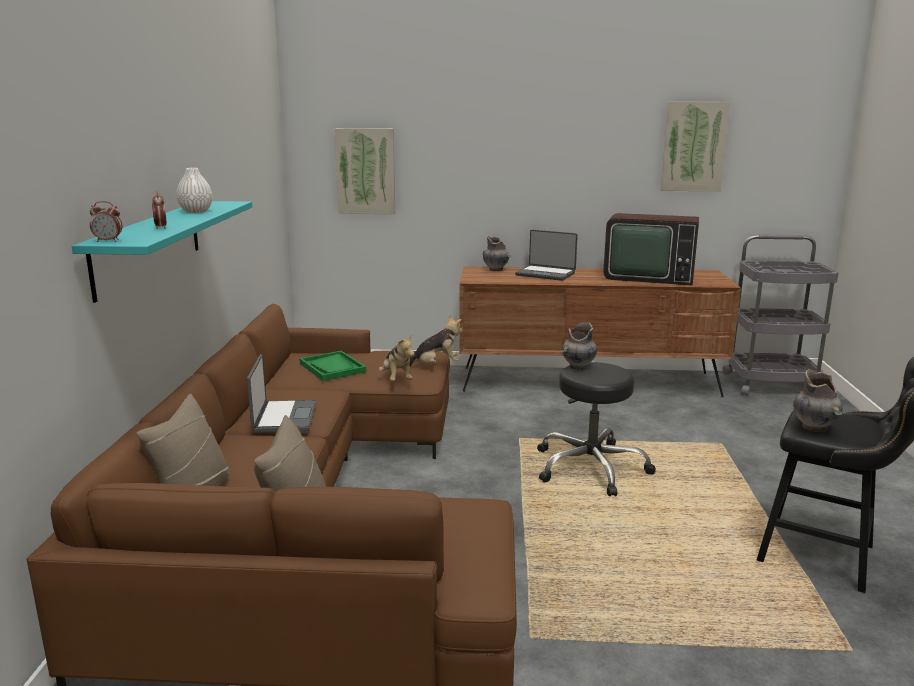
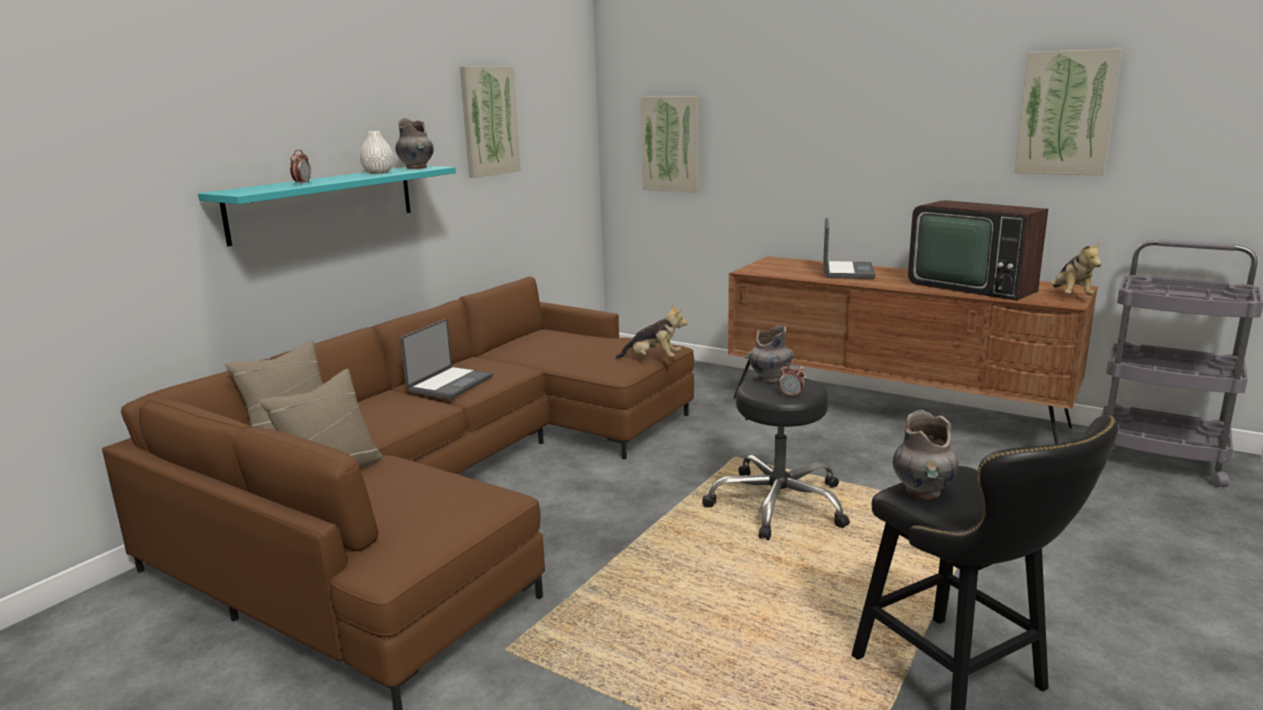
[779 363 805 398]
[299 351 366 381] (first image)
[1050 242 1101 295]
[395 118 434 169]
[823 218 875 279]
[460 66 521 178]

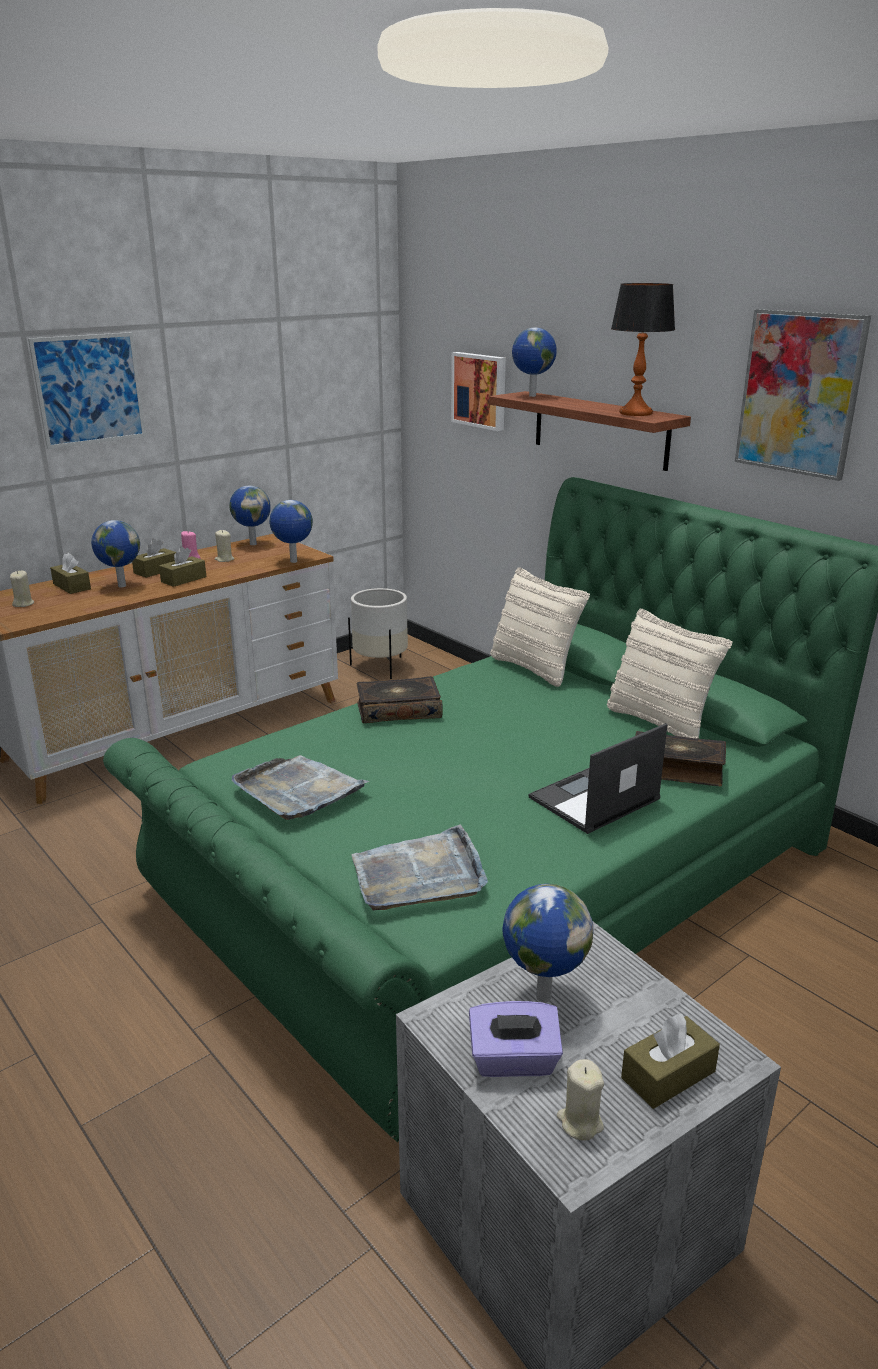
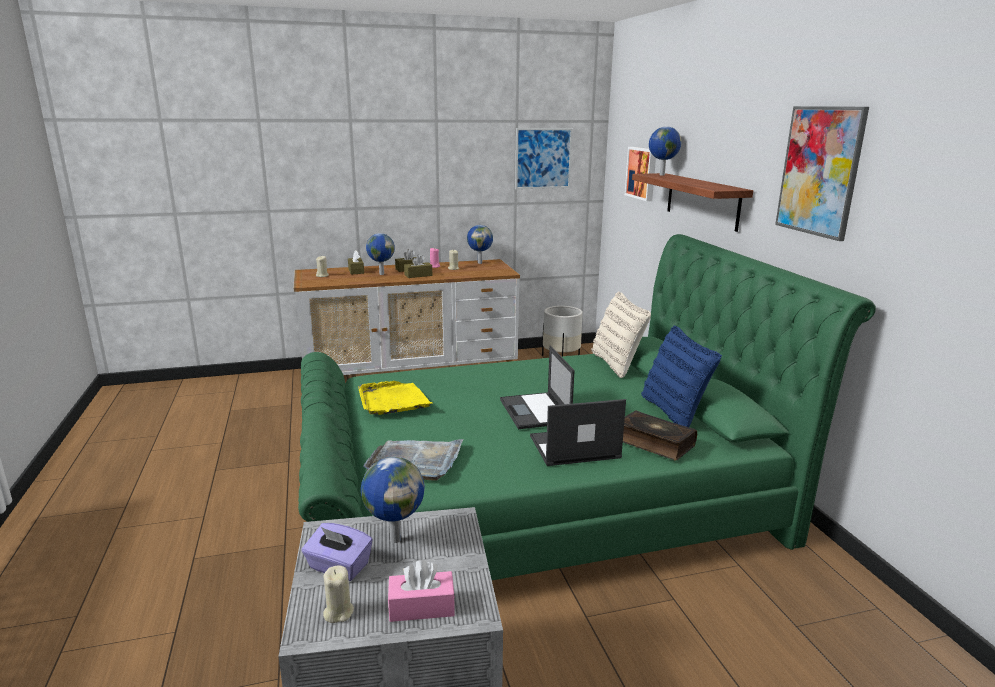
[515 128 573 189]
[358 381 433 415]
[269 500 313 563] (first image)
[357 676 443 723] (first image)
[641 326 722 427]
[611 283 675 416] (first image)
[388 560 455 622]
[500 346 575 429]

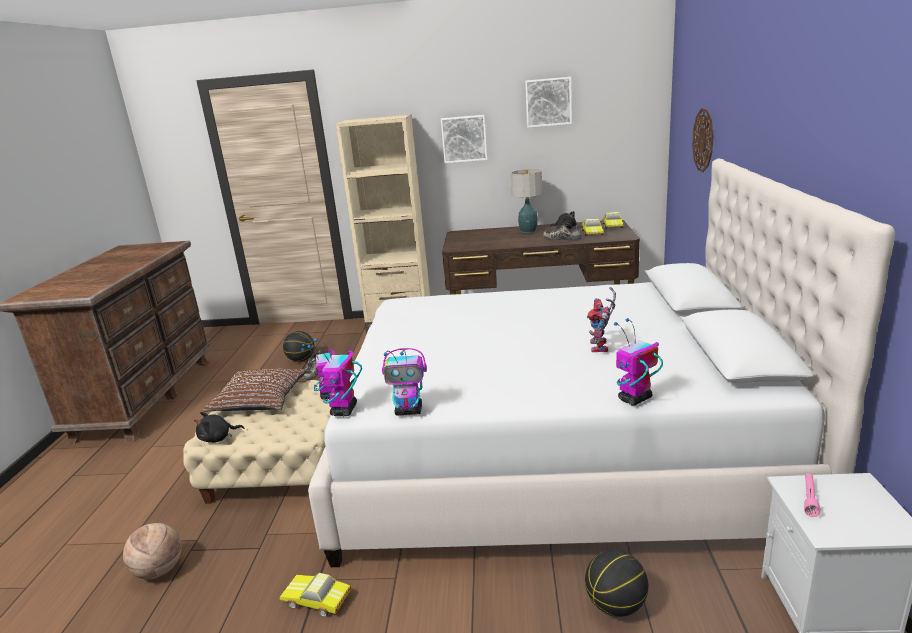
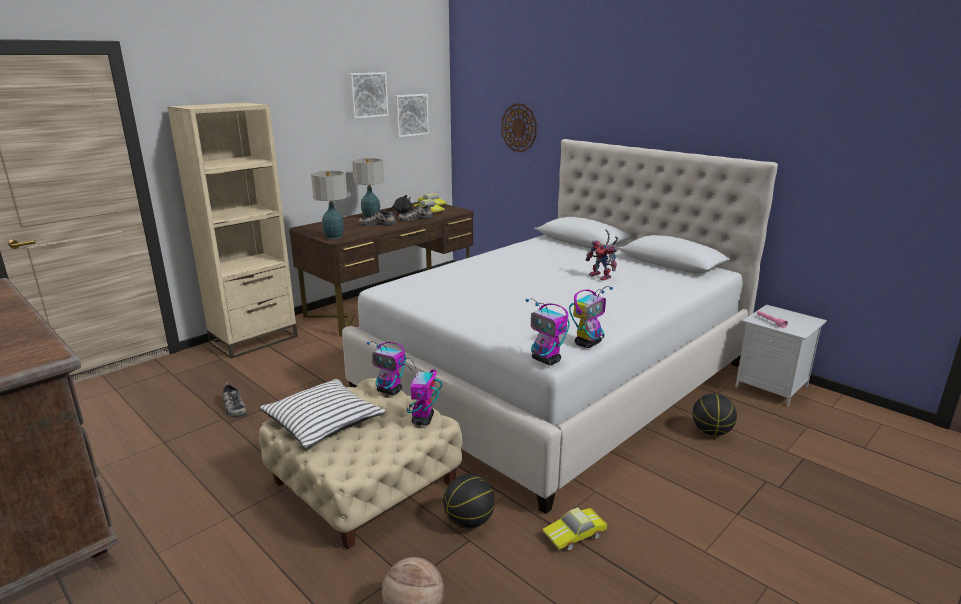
[194 412 244 443] (first image)
[260 379 387 448]
[443 474 495 528]
[394 94 429 137]
[399 357 442 425]
[311 170 347 239]
[359 210 397 226]

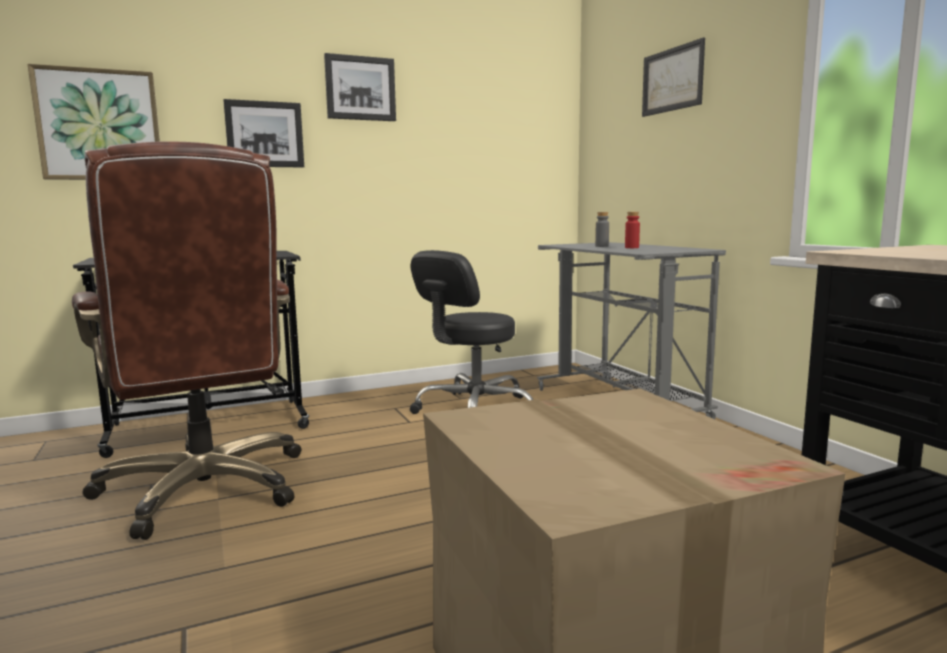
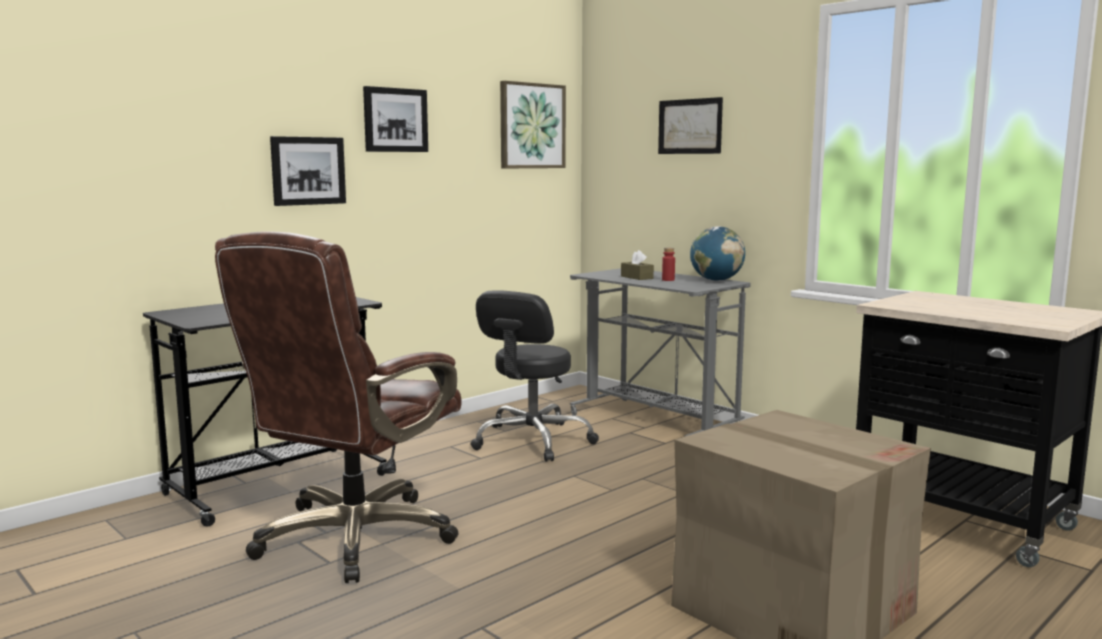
[500 81 566 168]
[215 231 462 583]
[621 250 654 280]
[690 226 745 281]

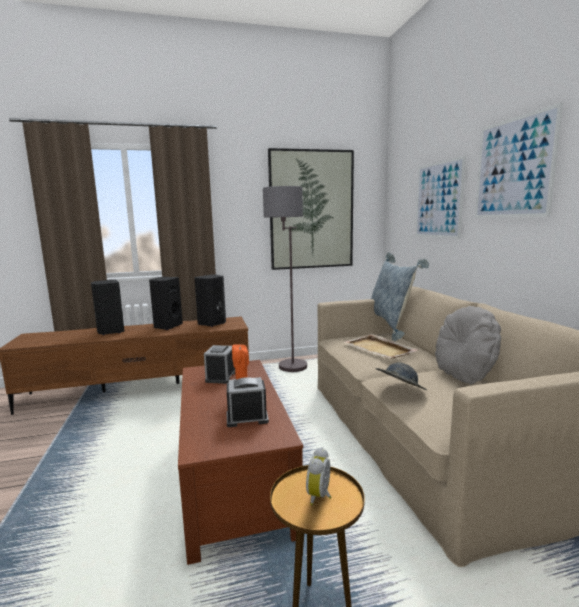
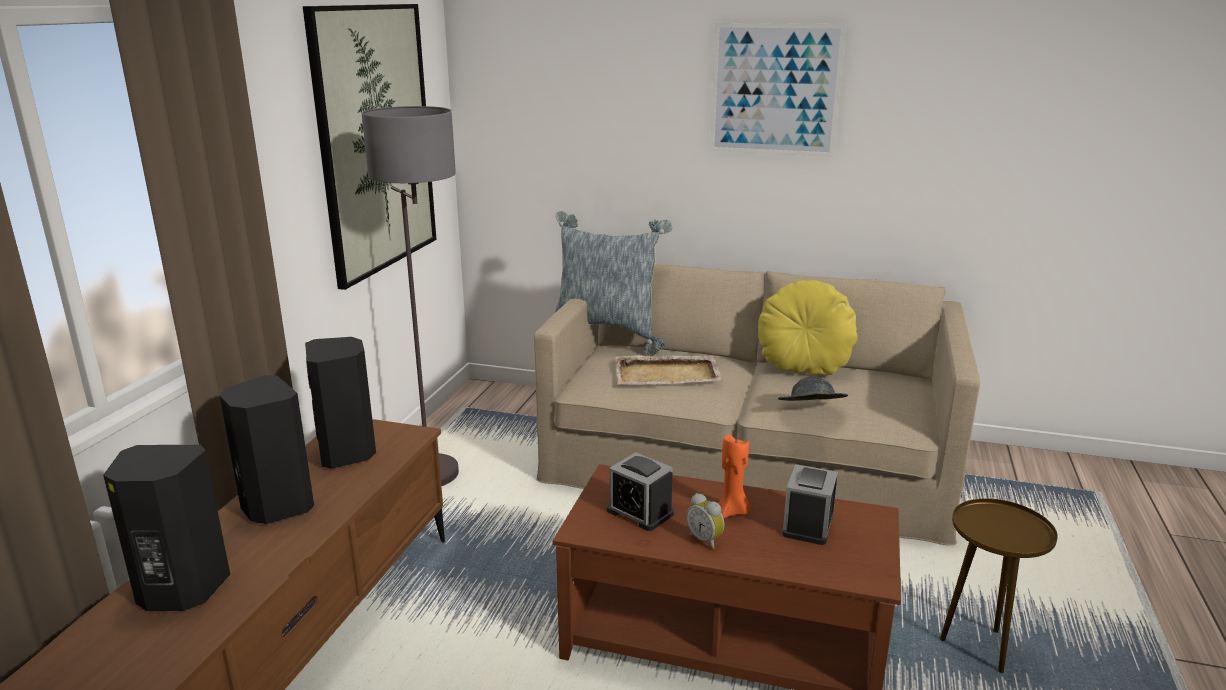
[686 493 725 549]
[415 156 466 239] (first image)
[758 280 858 375]

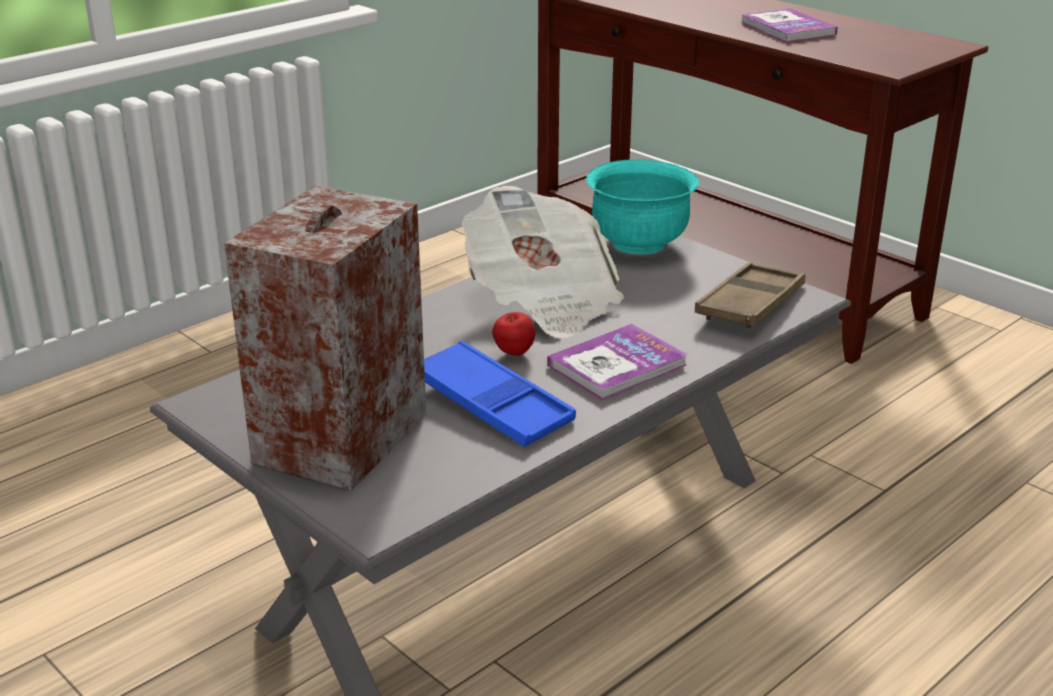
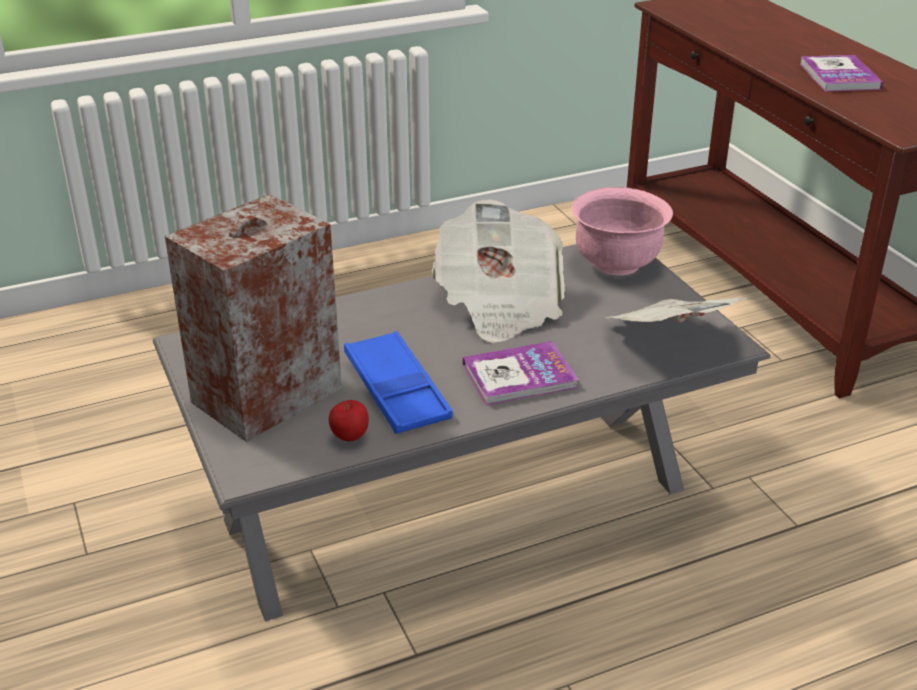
[329 400 369 442]
[571 187 673 275]
[604 298 752 323]

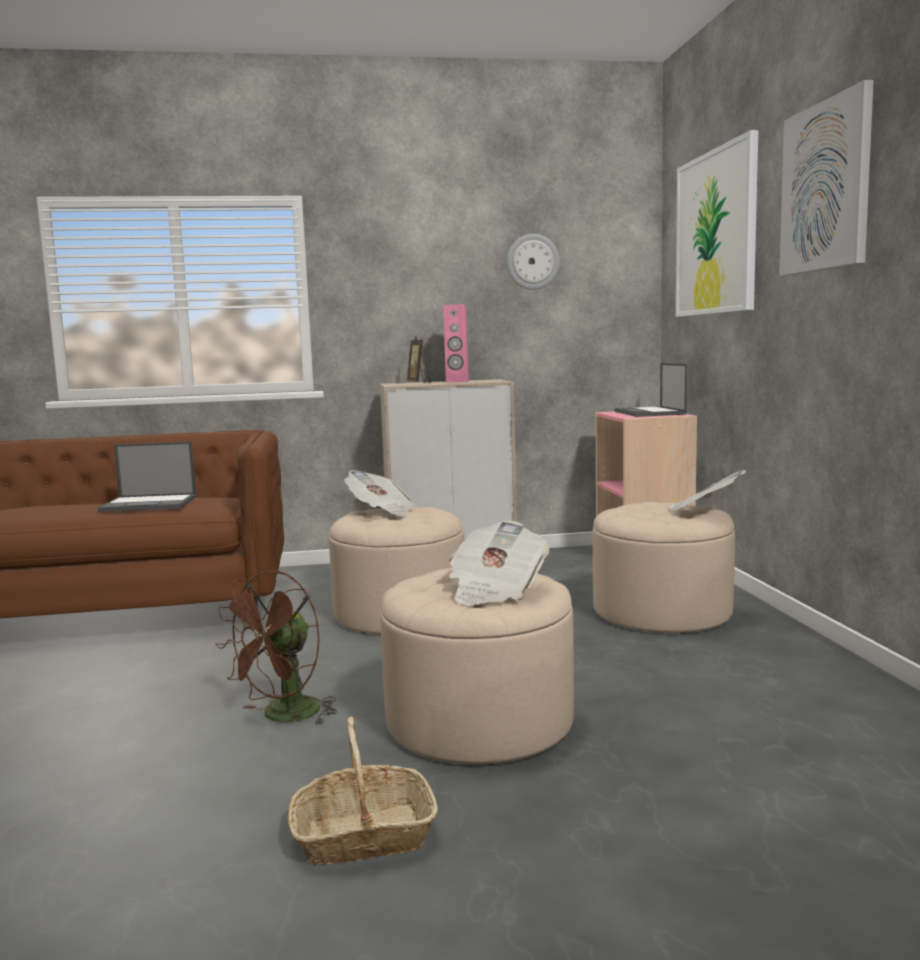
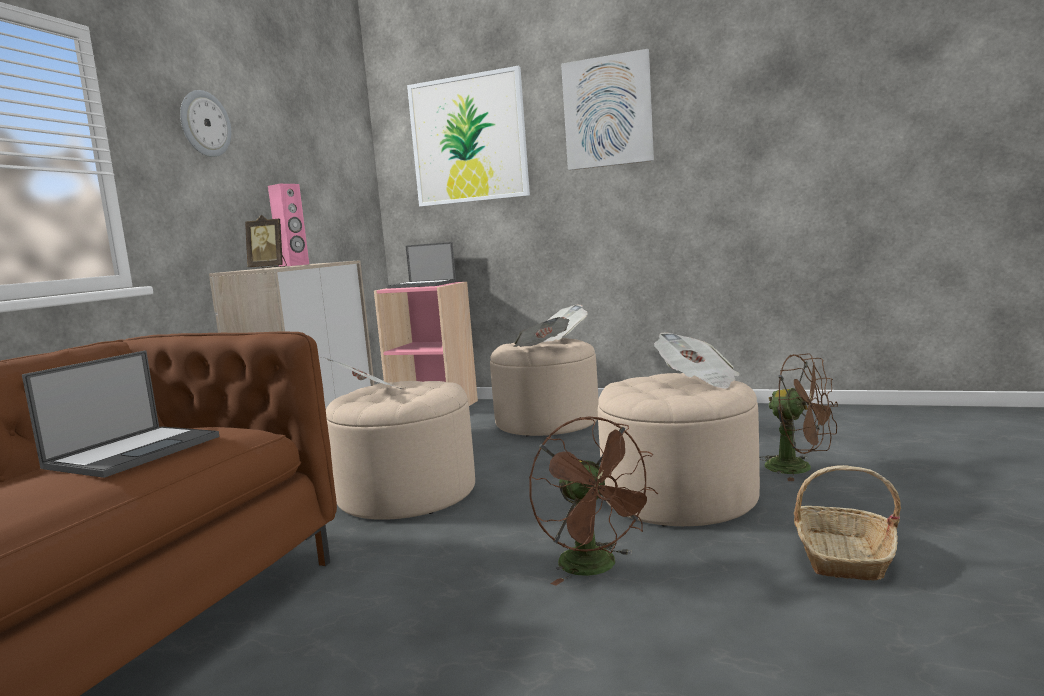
[180 90 231 157]
[513 317 570 347]
[759 354 838 481]

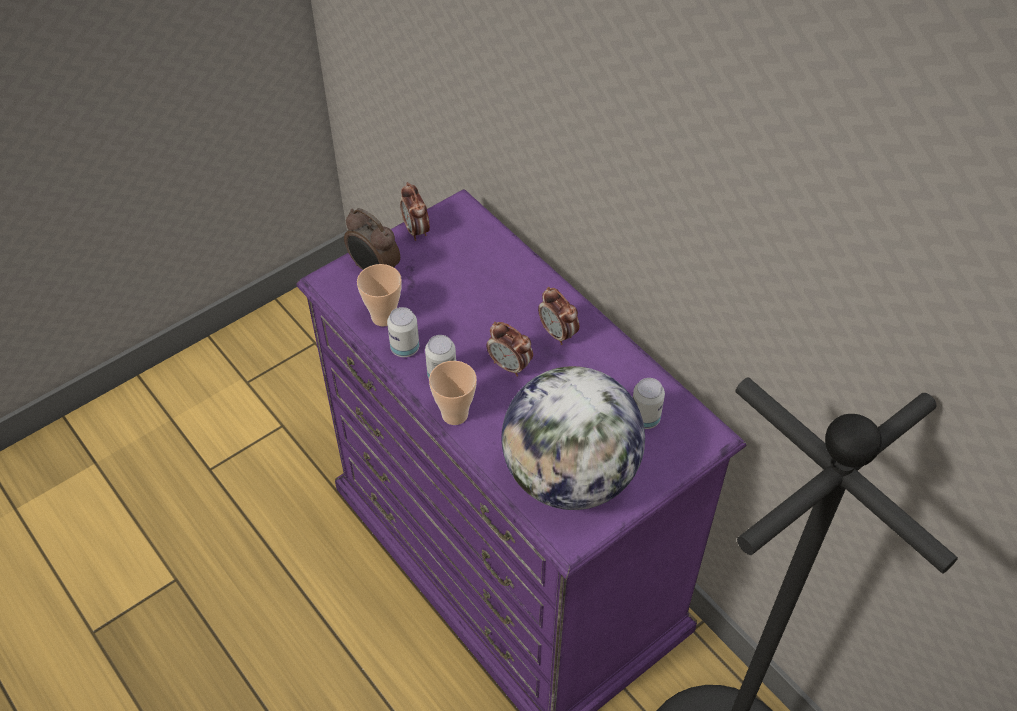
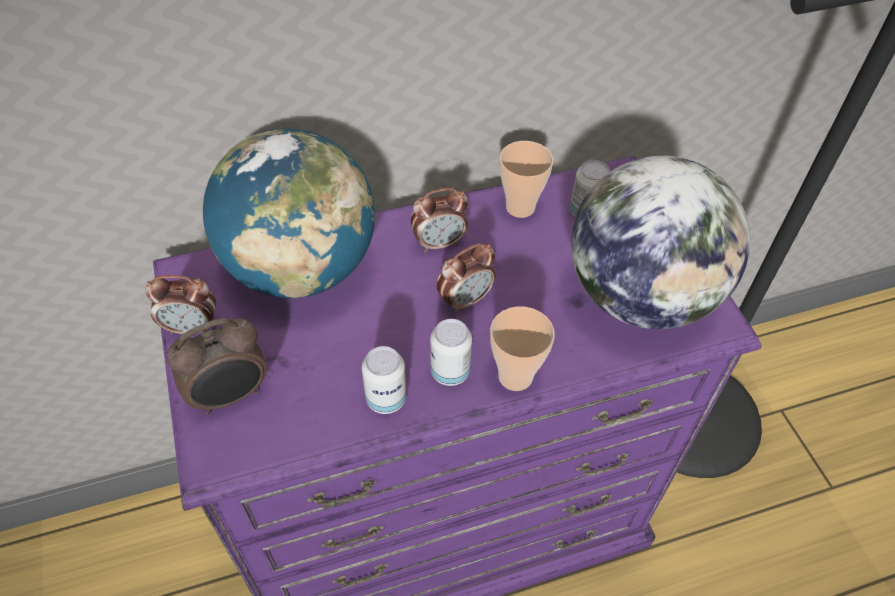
[499 141 554 218]
[203 128 375 298]

